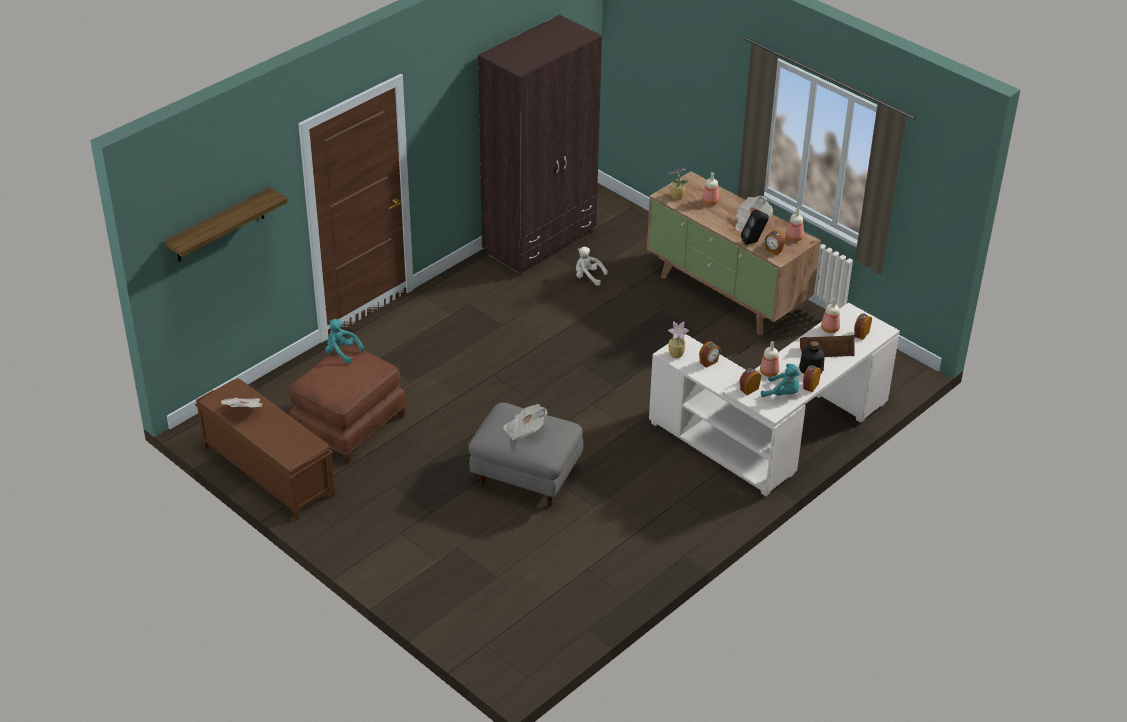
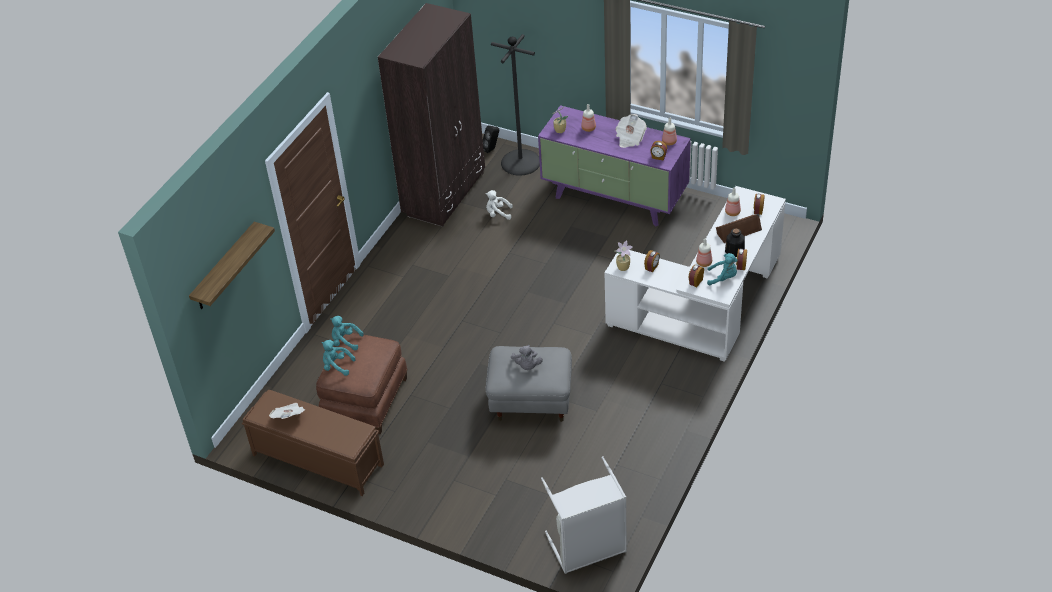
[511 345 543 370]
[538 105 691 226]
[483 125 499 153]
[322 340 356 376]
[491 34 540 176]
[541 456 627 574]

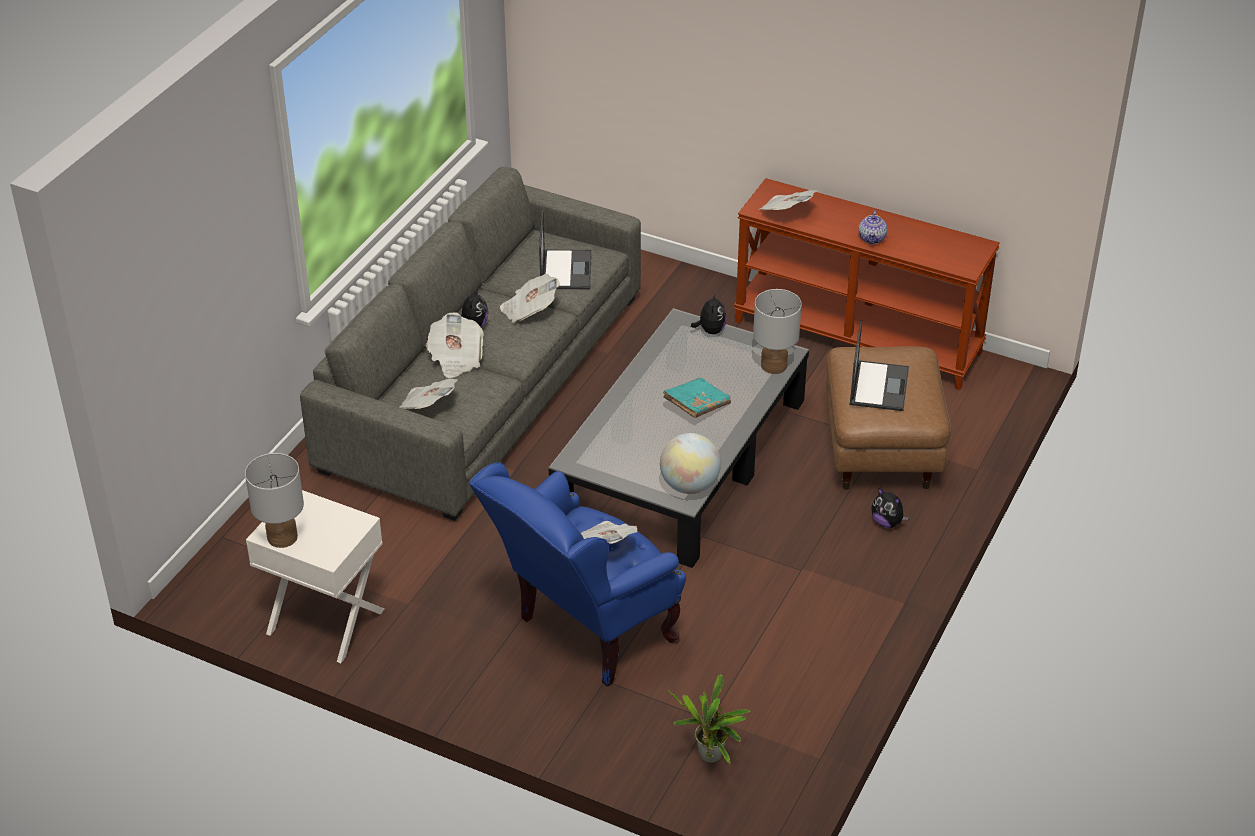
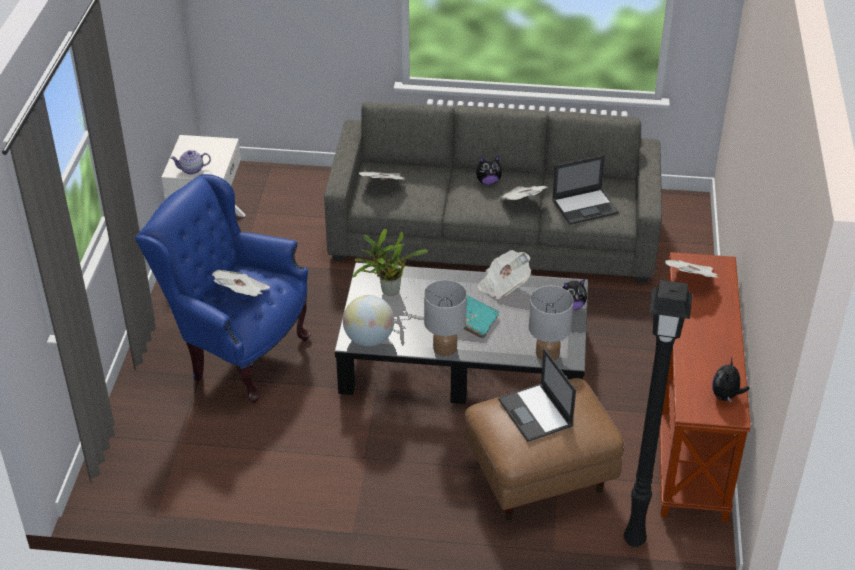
[424 280 467 356]
[477 250 531 299]
[353 229 428 296]
[498 348 576 442]
[171 150 211 175]
[712 357 750 403]
[624 280 693 547]

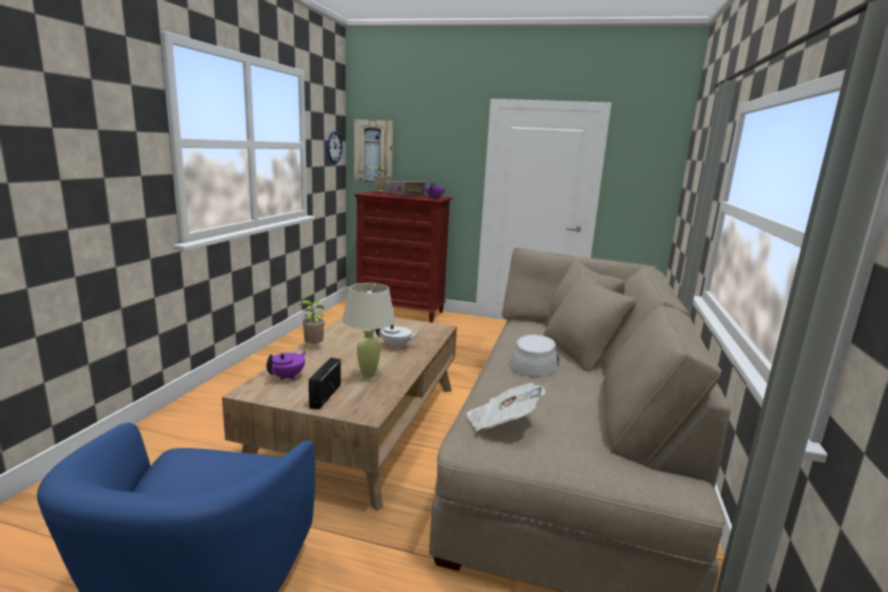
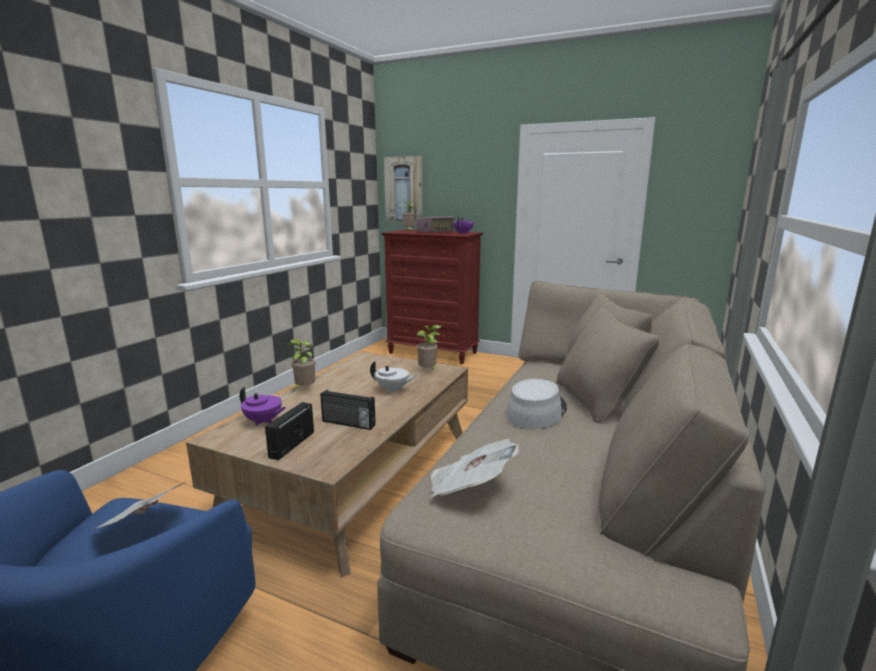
[240 387 286 426]
[327 131 342 163] (first image)
[321 390 376 430]
[92 482 185 530]
[417 325 441 369]

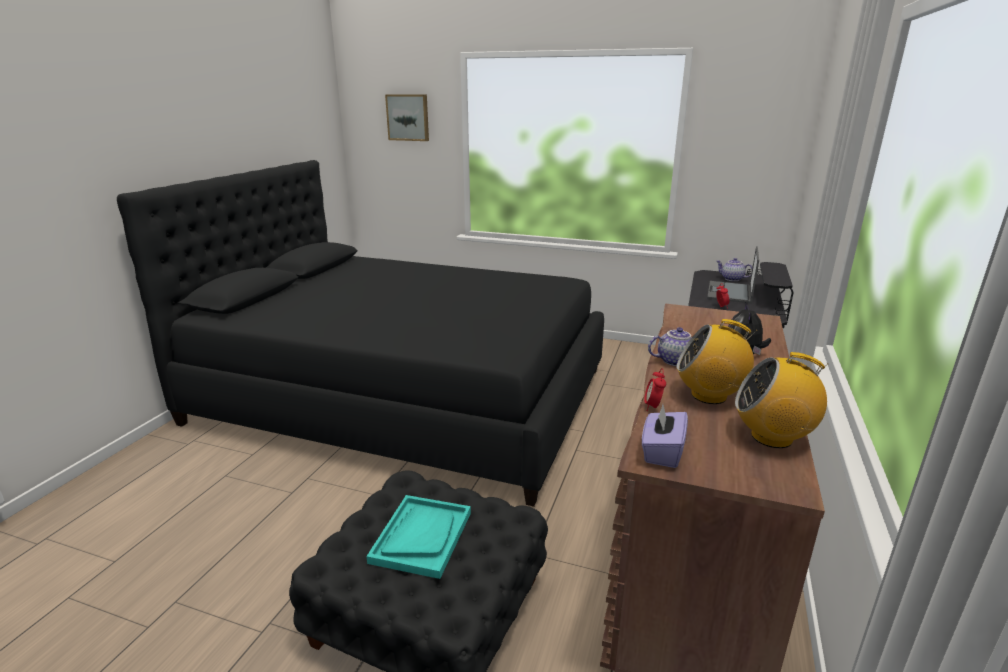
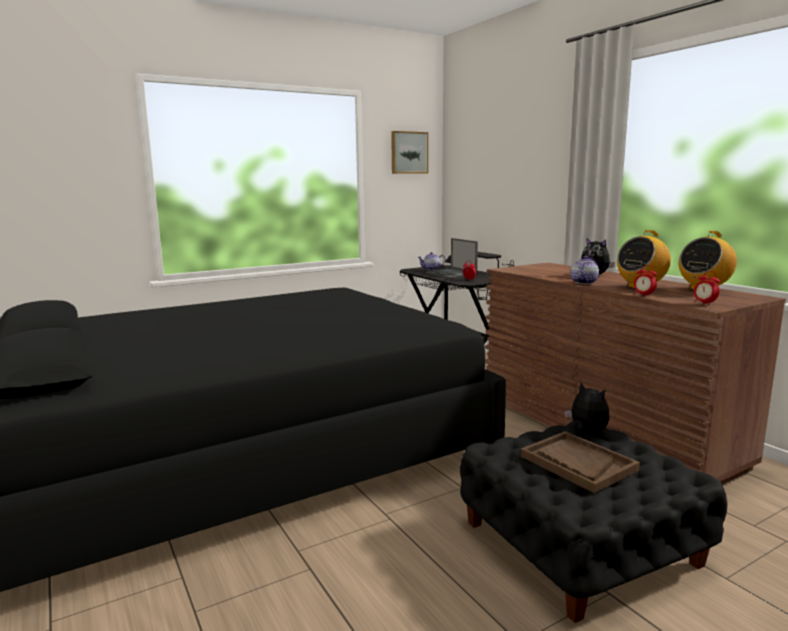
[521 431 640 493]
[391 131 428 174]
[694 271 720 304]
[564 382 610 433]

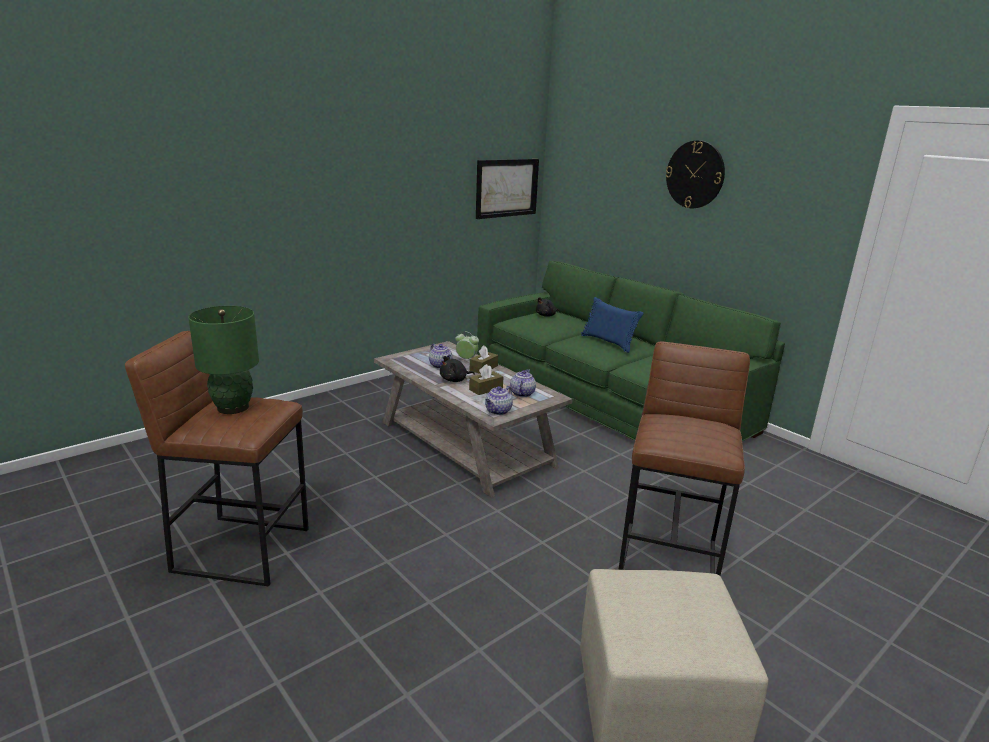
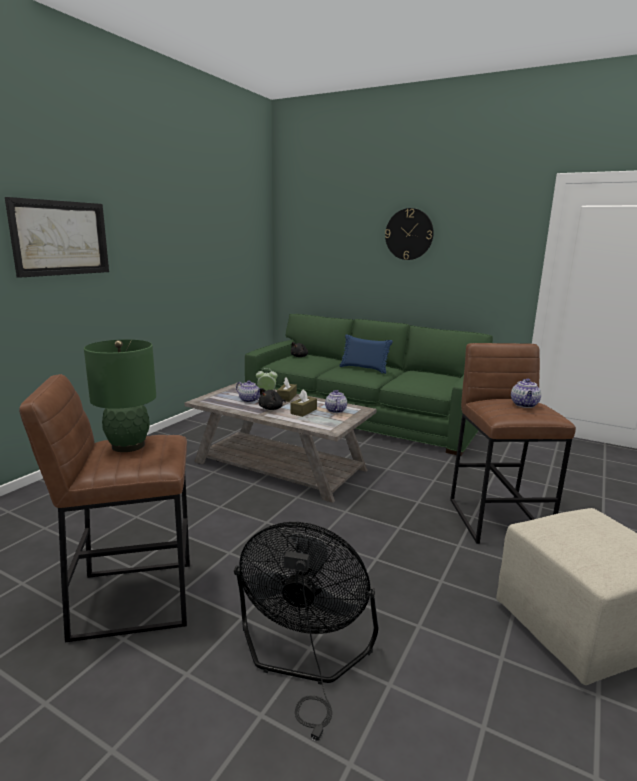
[5 197 109 278]
[511 379 541 408]
[234 522 378 741]

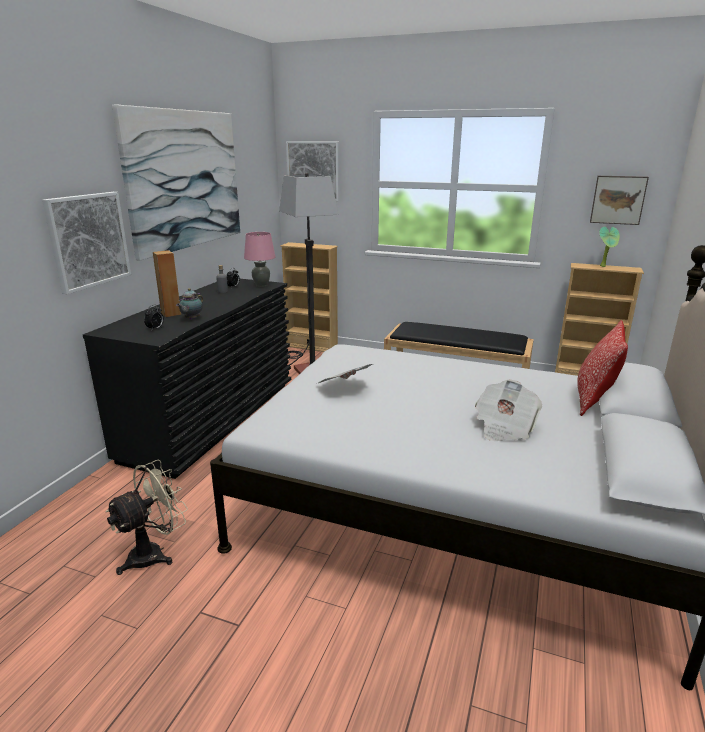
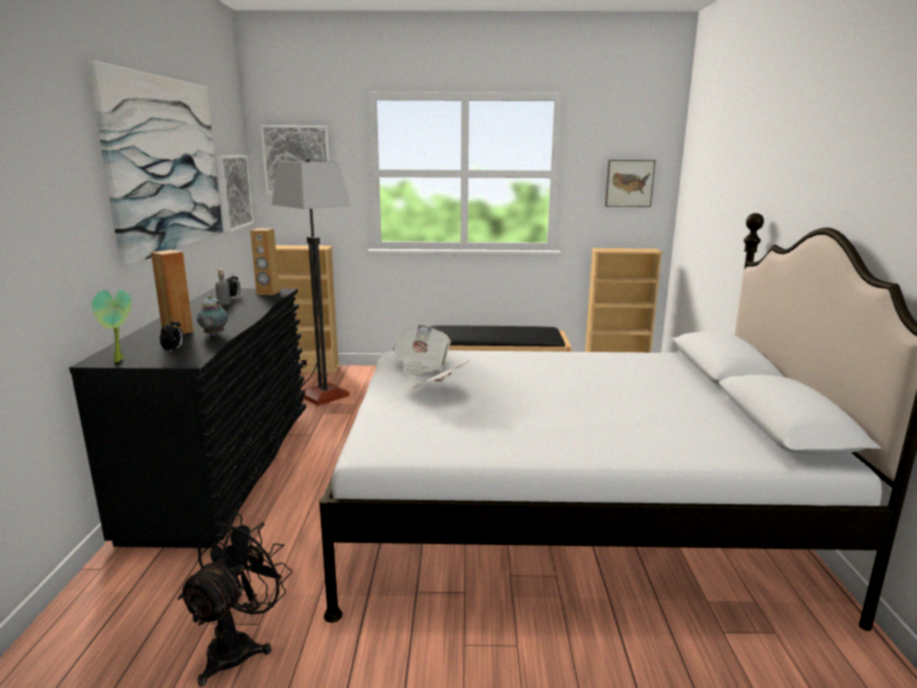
[216 155 254 232]
[177 514 293 686]
[250 228 280 295]
[393 324 451 376]
[577 320 628 416] (first image)
[92 289 132 362]

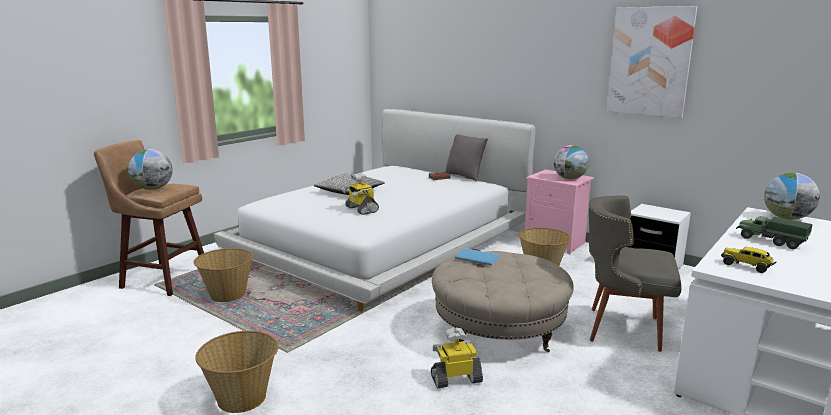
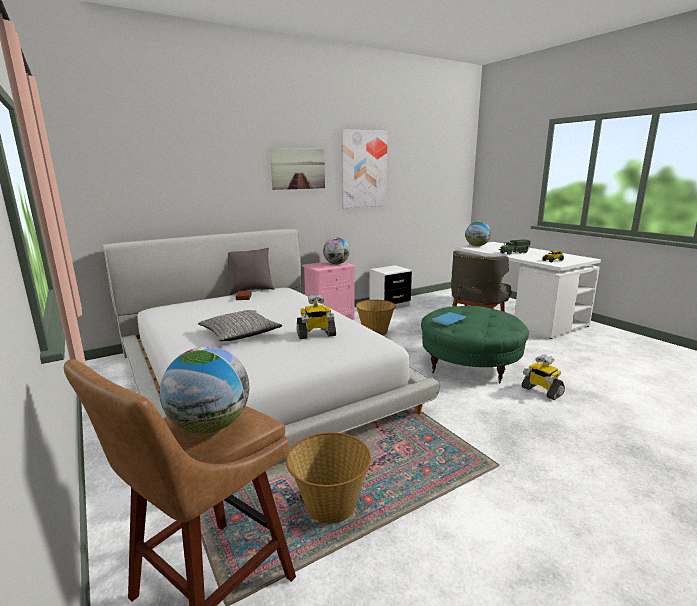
[195 331 279 413] (first image)
[521 355 565 400]
[421 306 529 384]
[270 148 325 190]

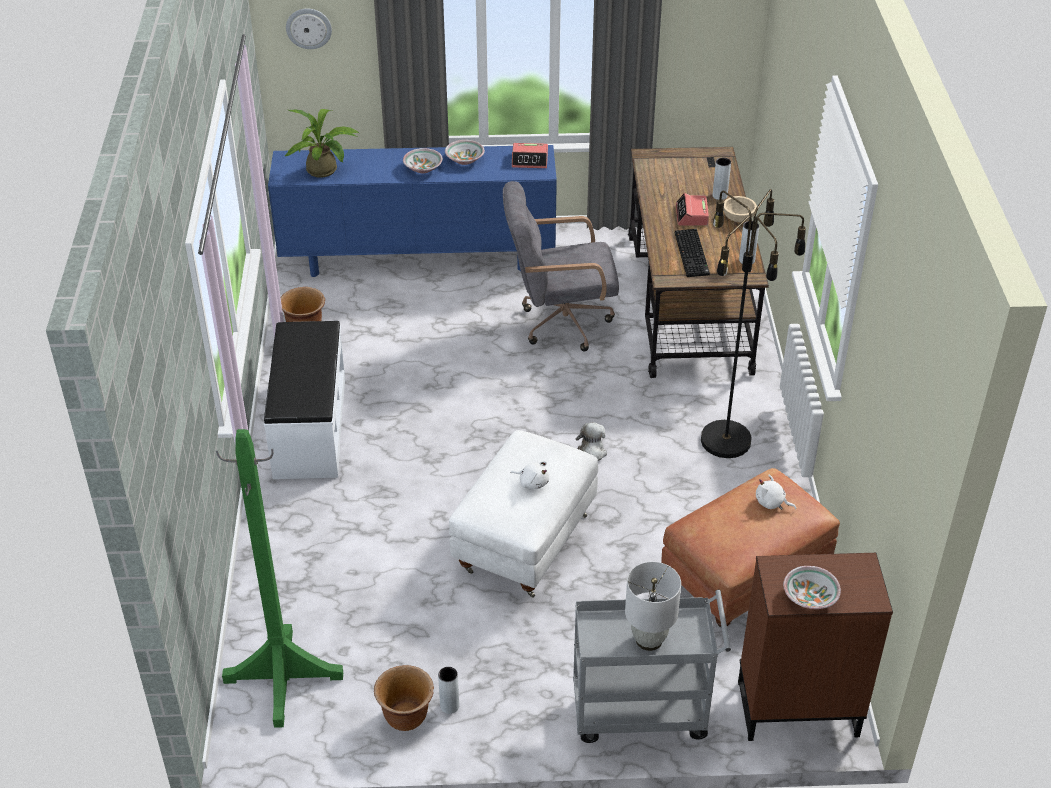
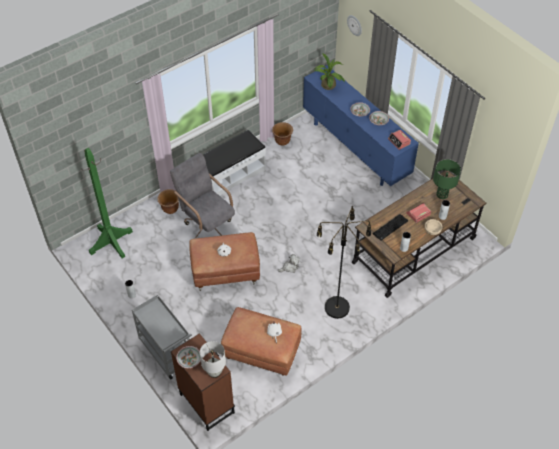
[157 189 179 214]
[189 232 260 291]
[170 153 235 239]
[200 341 226 378]
[433 159 461 199]

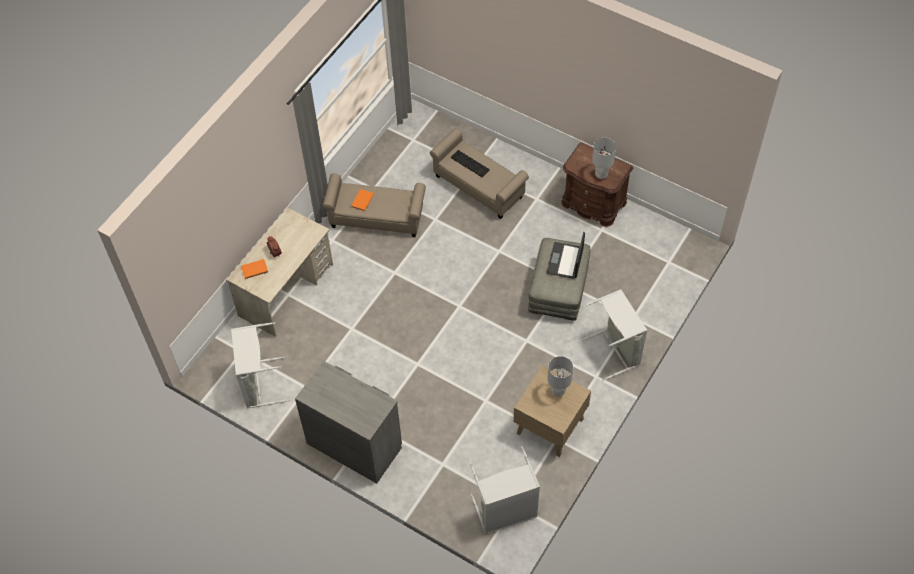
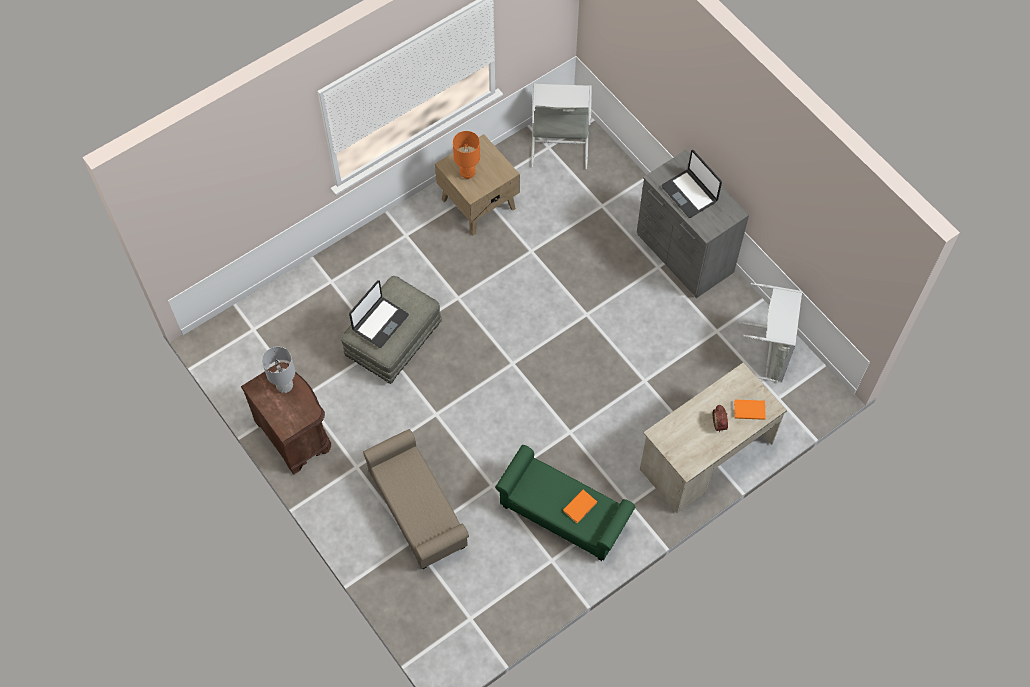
[495 445 635 561]
[451 150 490 178] (first image)
[453 131 480 179]
[579 289 647 381] (first image)
[661 150 722 218]

